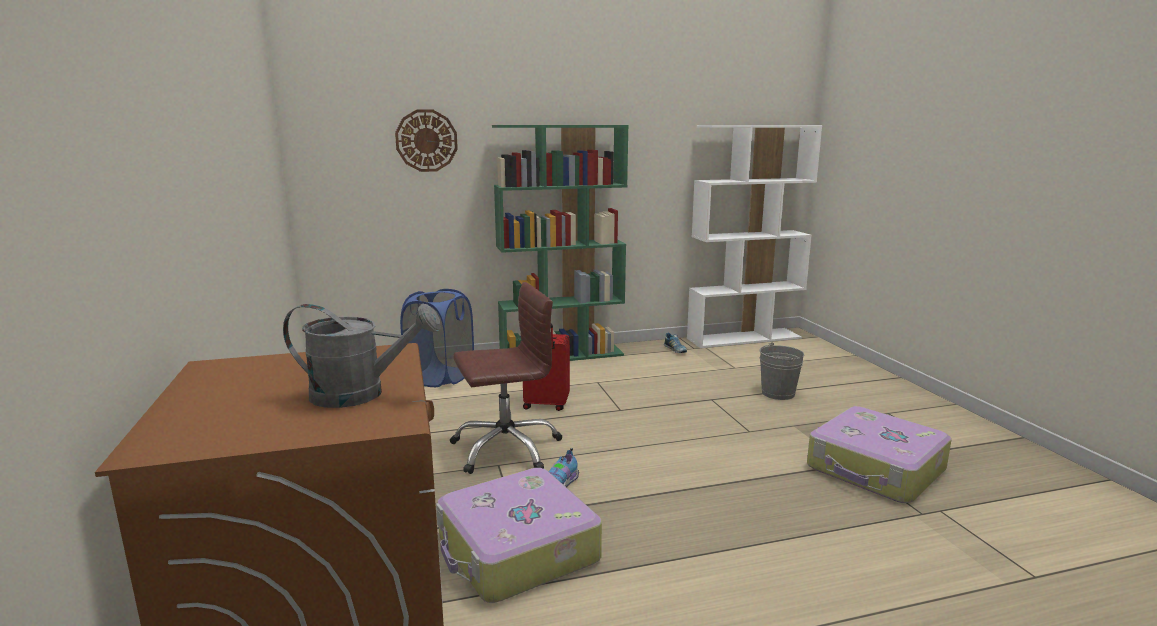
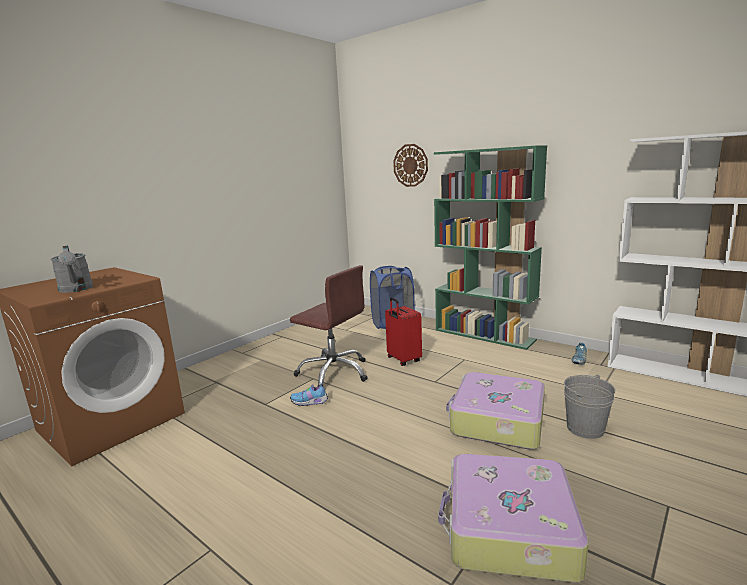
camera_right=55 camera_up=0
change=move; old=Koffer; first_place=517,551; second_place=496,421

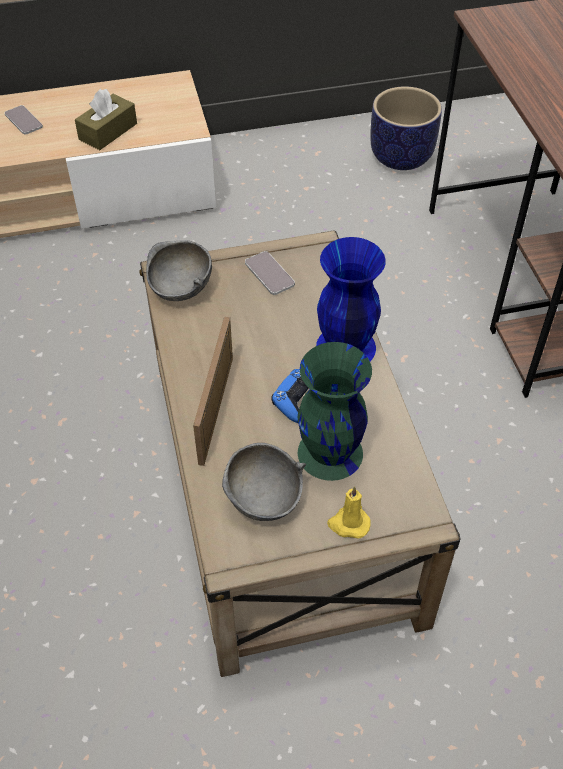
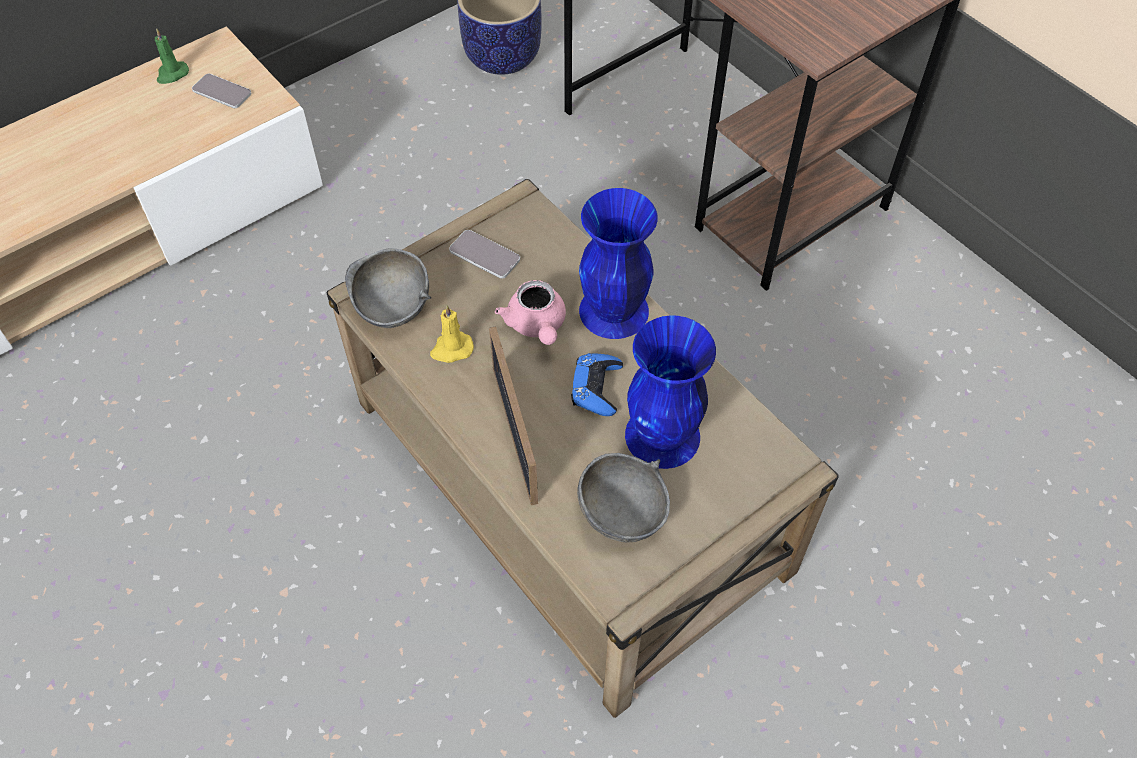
camera_right=-25 camera_up=5
change=move; old=Handy; first_place=23,121; second_place=222,92
change=delete; old=Taschentuchbox [braun]; first_place=108,131
change=recolor; old=Vase [grün]; new=Vase [blau]; first_place=329,453; second_place=662,437
change=move; old=Kerze [gelb]; first_place=348,524; second_place=451,349
change=insert; new=Kerze [grün]; second_place=172,74
change=insert; new=Teekanne [rosa]; second_place=536,326

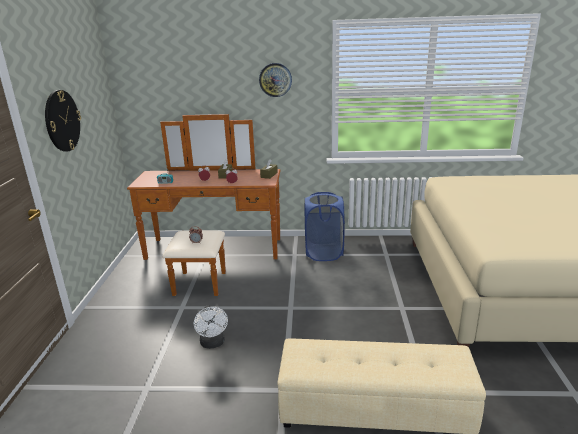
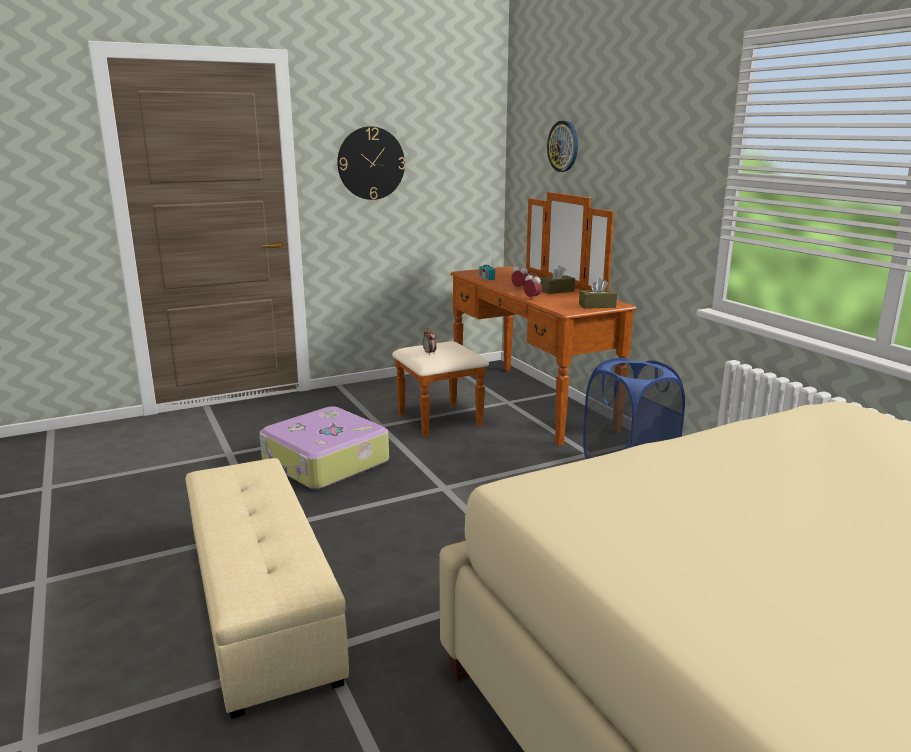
camera_right=60 camera_up=-5
change=replace; old=Ventilator [weiß]; new=Koffer; first_place=213,343; second_place=325,463
change=move; old=Wanduhr; first_place=275,80; second_place=563,146

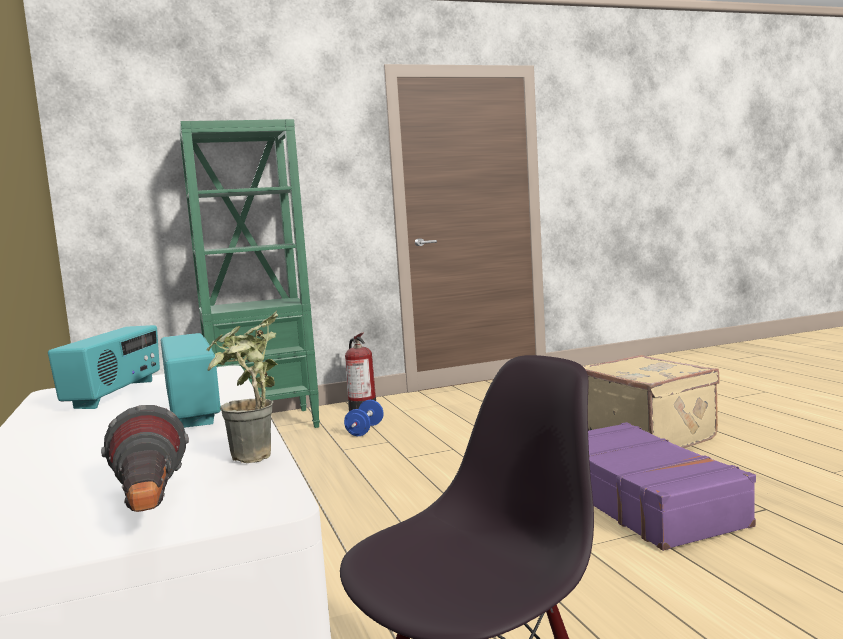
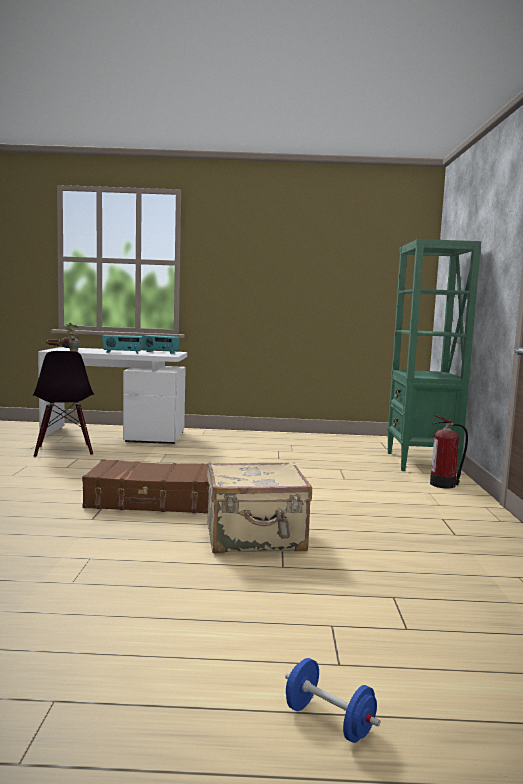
camera_right=110 camera_up=0
change=move; old=Hantel [blau]; first_place=365,430; second_place=329,721
change=recolor; old=Koffer [lila]; new=Koffer [braun]; first_place=643,501; second_place=152,501

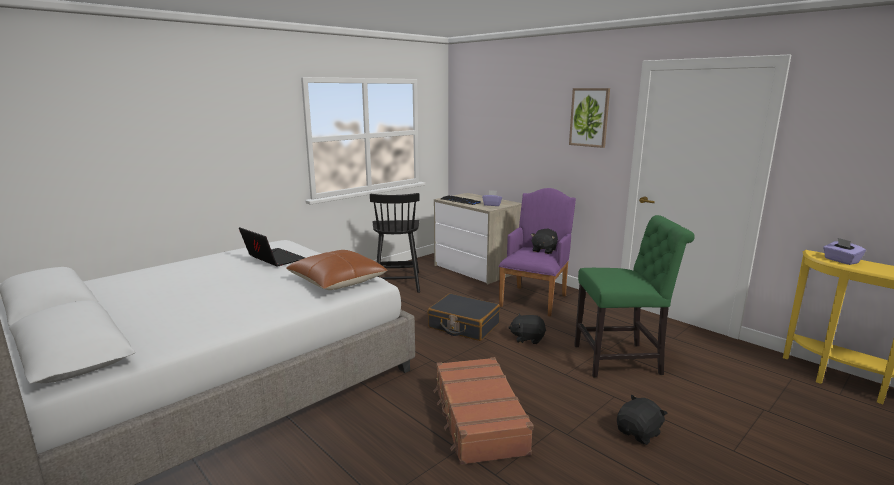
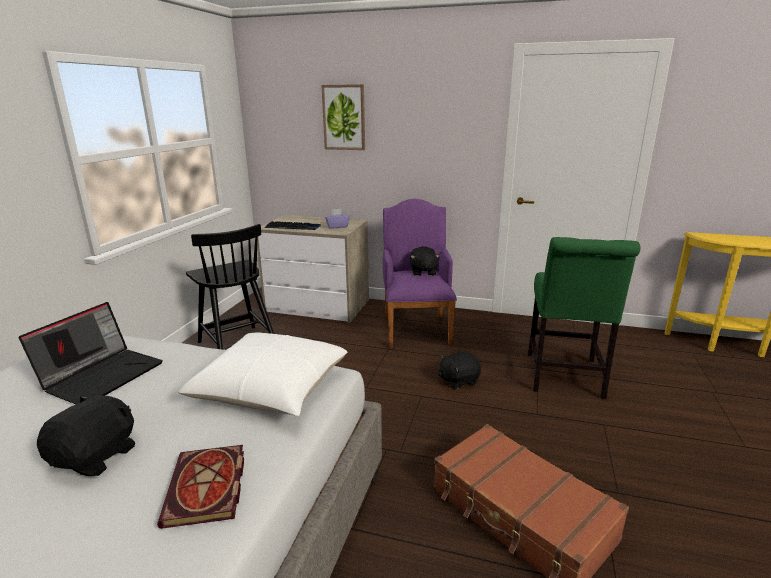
camera_right=-30 camera_up=5
change=rotate; old=Laptop; first_place=272,259; second_place=103,375; degrees=105
change=recolor; old=Kissen [braun]; new=Kissen [weiß]; first_place=337,281; second_place=271,389
change=delete; old=Koffer [schwarz]; first_place=463,326
change=move; old=Bild; first_place=589,117; second_place=344,117
change=rotate; old=Stuhl [grün]; first_place=621,360; second_place=564,378; degrees=135
change=move; old=Plüschtier [schwarz]; first_place=639,433; second_place=97,457
change=delete; old=Taschentuchbox [lila]; first_place=841,261
change=insert; new=Buch; second_place=208,489

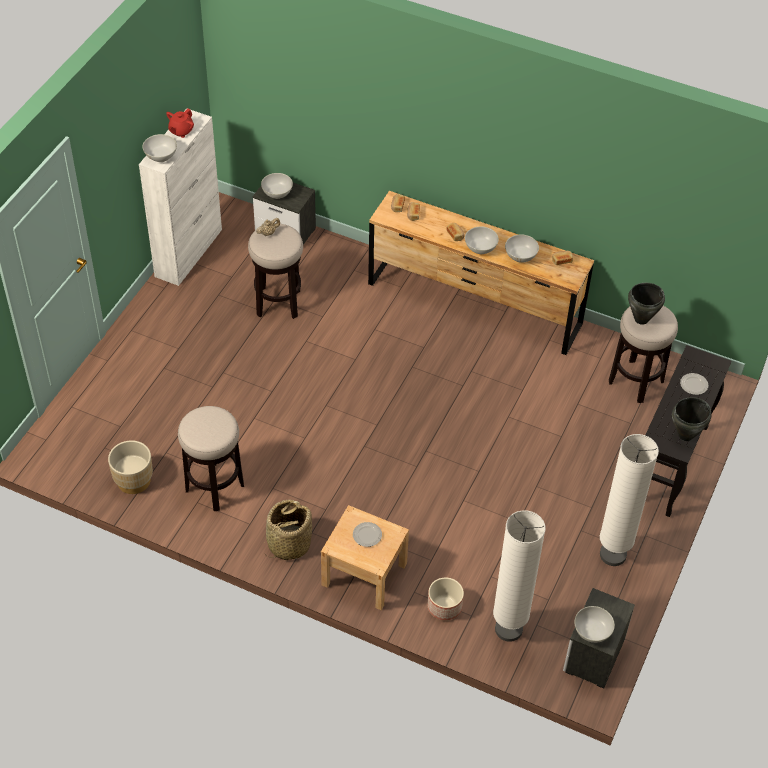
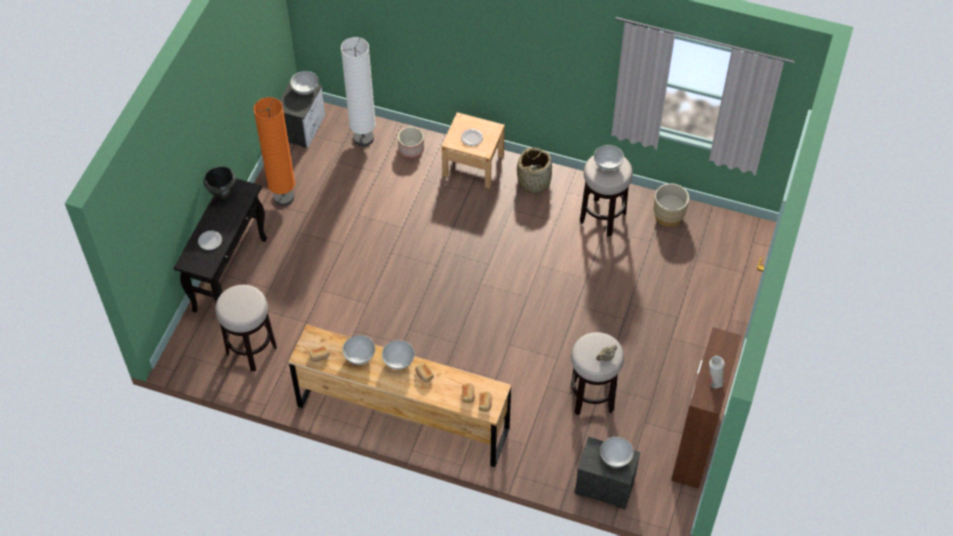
camera_right=175 camera_up=5
change=recolor; old=Schrank [weiß]; new=Schrank [braun]; first_place=189,252; second_place=695,447
change=move; old=Schüssel [weiß]; first_place=161,157; second_place=607,164
change=replace; old=Teekanne [rot]; new=Vase [weiß]; first_place=181,131; second_place=714,381
change=recolor; old=Stehlampe [weiß]; new=Stehlampe [orange]; first_place=613,555; second_place=283,197
change=delete; old=Kochtopf [schwarz]; first_place=641,319

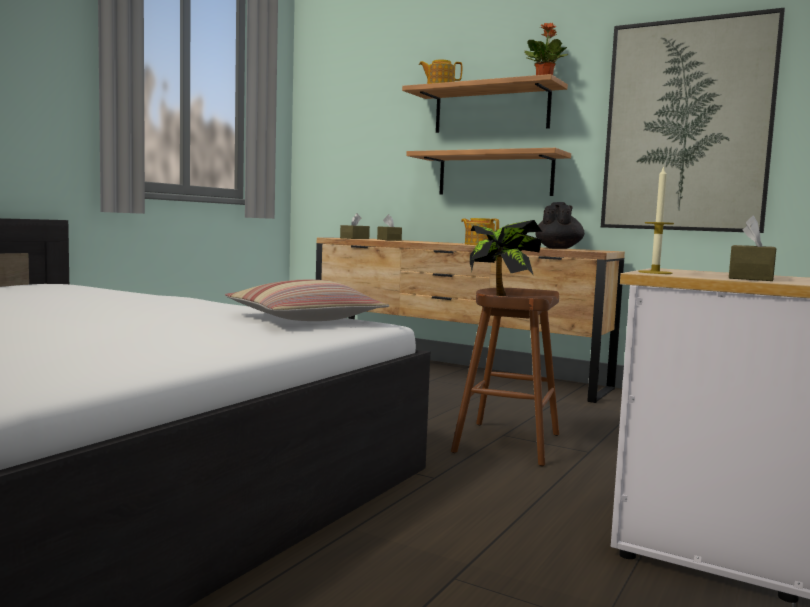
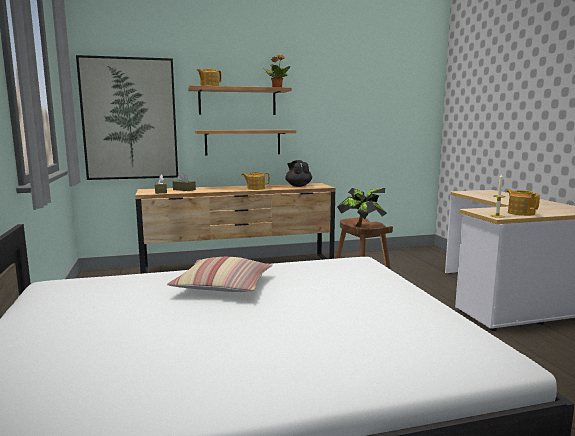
camera_right=-45 camera_up=5
change=move; old=Kissen; first_place=304,319; second_place=223,286
change=move; old=Bild; first_place=686,126; second_place=130,119
change=replace; old=Taschentuchbox [braun]; new=Teekanne; first_place=750,278; second_place=520,213

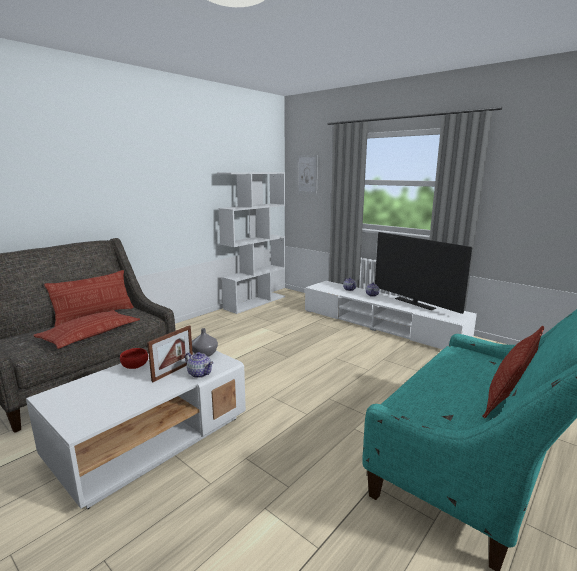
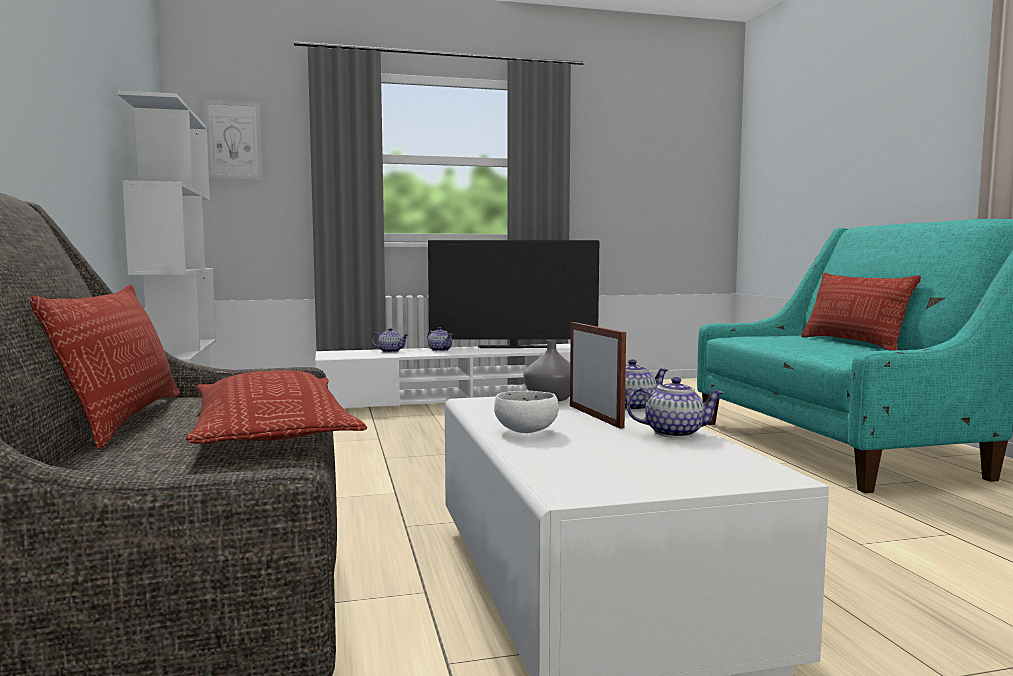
camera_right=-55 camera_up=-10
change=recolor; old=Schüssel [rot]; new=Schüssel [weiß]; first_place=135,366; second_place=525,431
change=insert; new=Teekanne; second_place=674,433

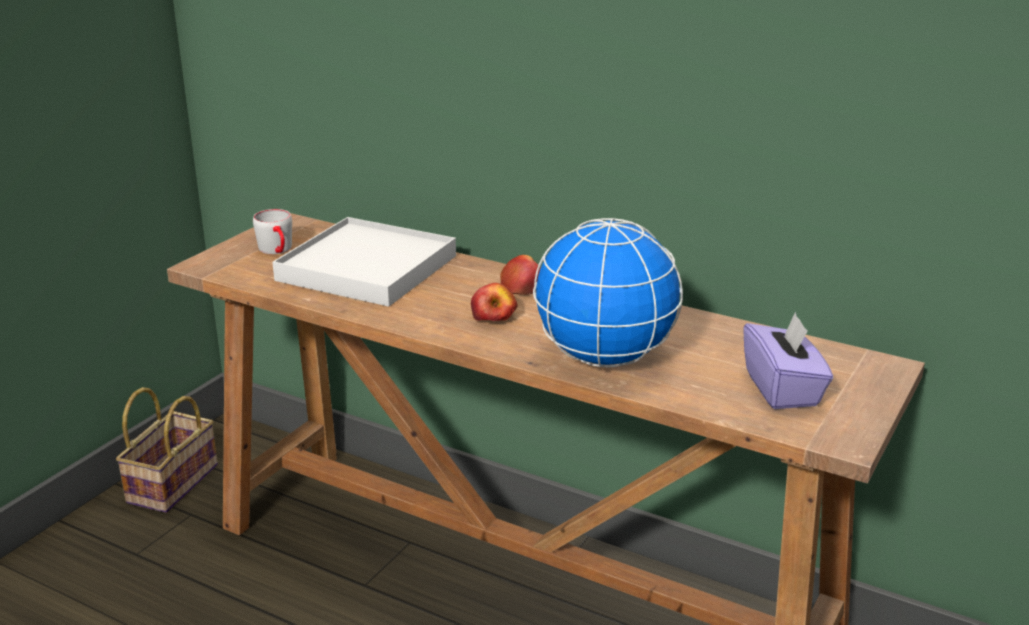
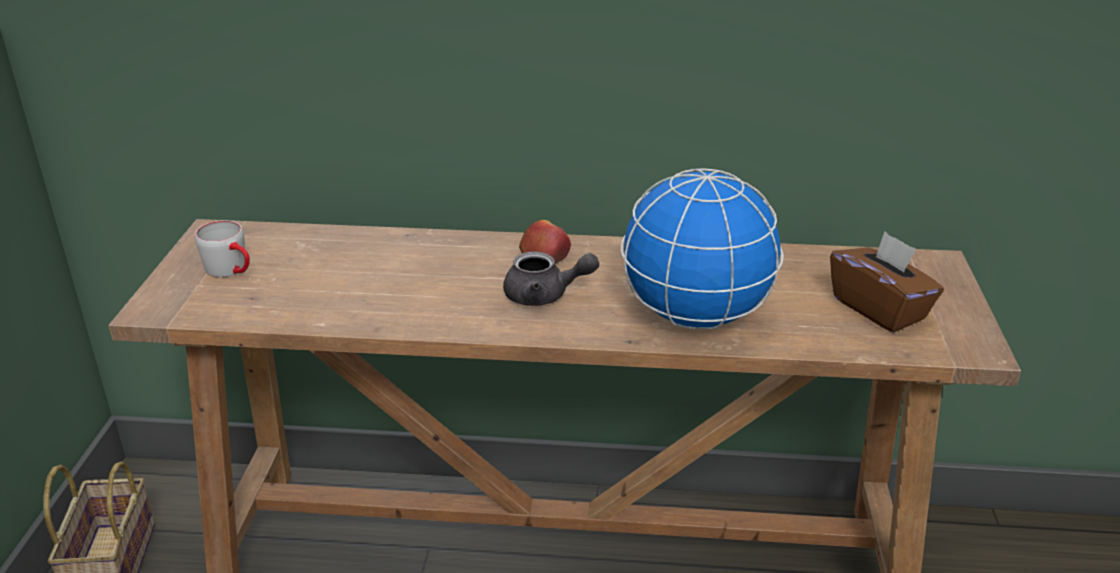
camera_right=-25 camera_up=5
change=delete; old=Tablett [weiß]; first_place=366,268
change=replace; old=Apfel; new=Teekanne [grau]; first_place=494,316; second_place=545,296
change=recolor; old=Taschentuchbox [lila]; new=Taschentuchbox [braun]; first_place=783,389; second_place=879,309

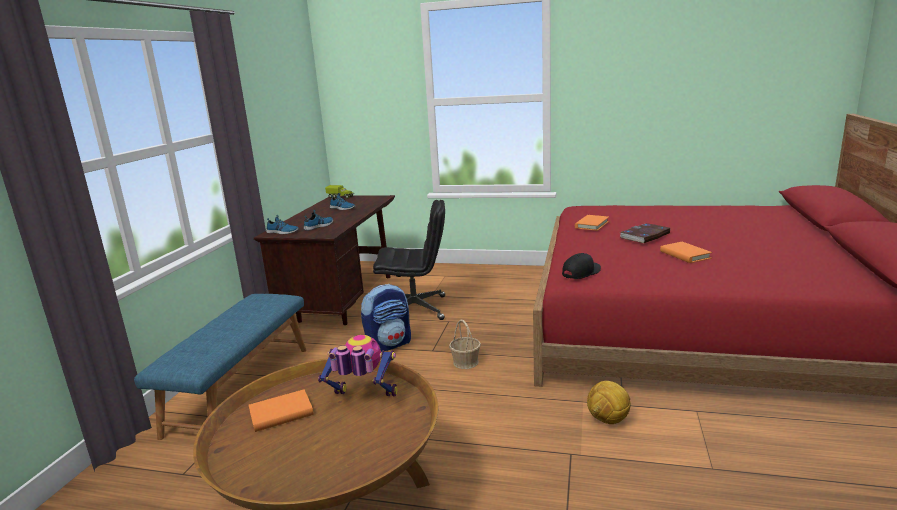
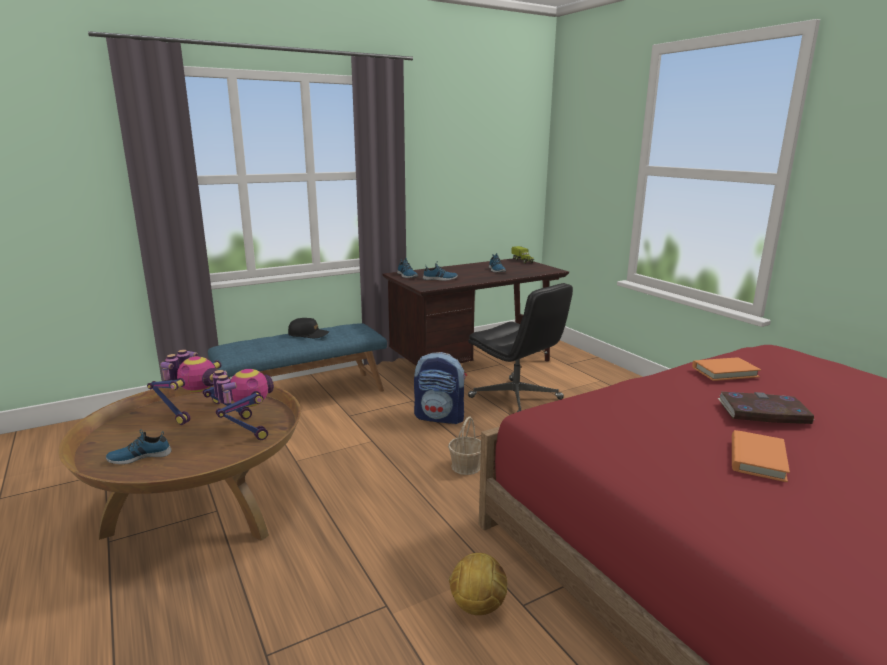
camera_right=45 camera_up=0
change=replace; old=Buch [orange]; new=Spielzeugroboter; first_place=281,414; second_place=196,411
change=move; old=Kappe [schwarz]; first_place=581,272; second_place=308,334
change=insert; new=Schuh; second_place=140,456

